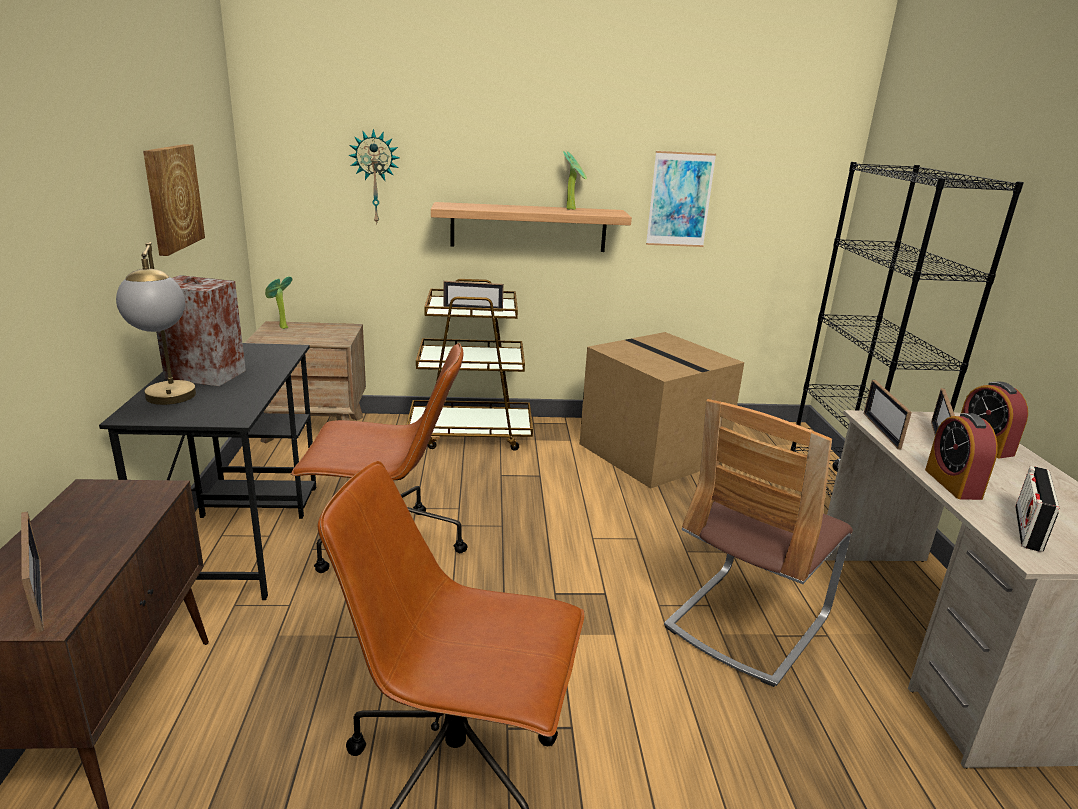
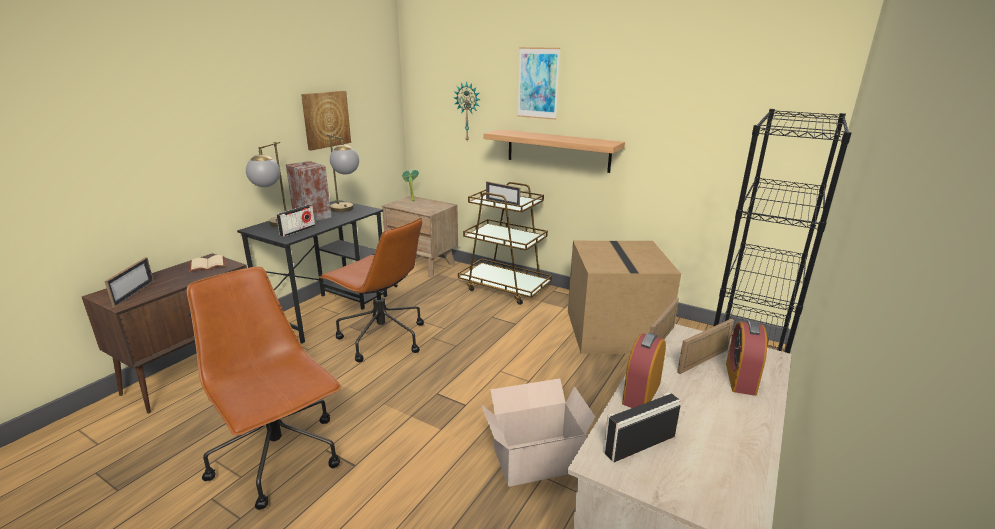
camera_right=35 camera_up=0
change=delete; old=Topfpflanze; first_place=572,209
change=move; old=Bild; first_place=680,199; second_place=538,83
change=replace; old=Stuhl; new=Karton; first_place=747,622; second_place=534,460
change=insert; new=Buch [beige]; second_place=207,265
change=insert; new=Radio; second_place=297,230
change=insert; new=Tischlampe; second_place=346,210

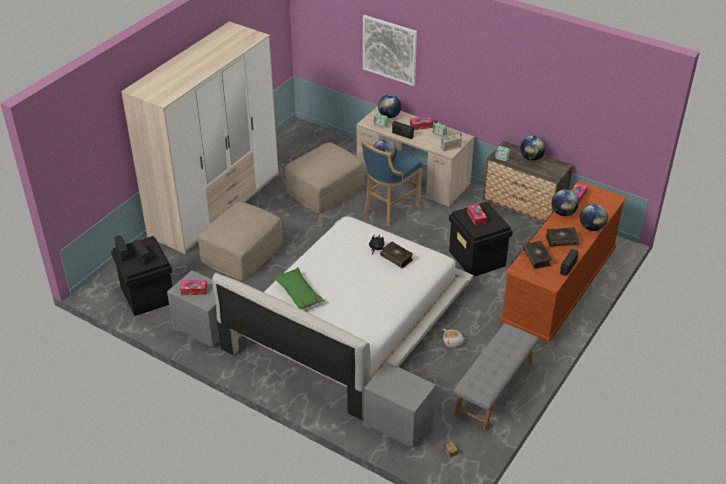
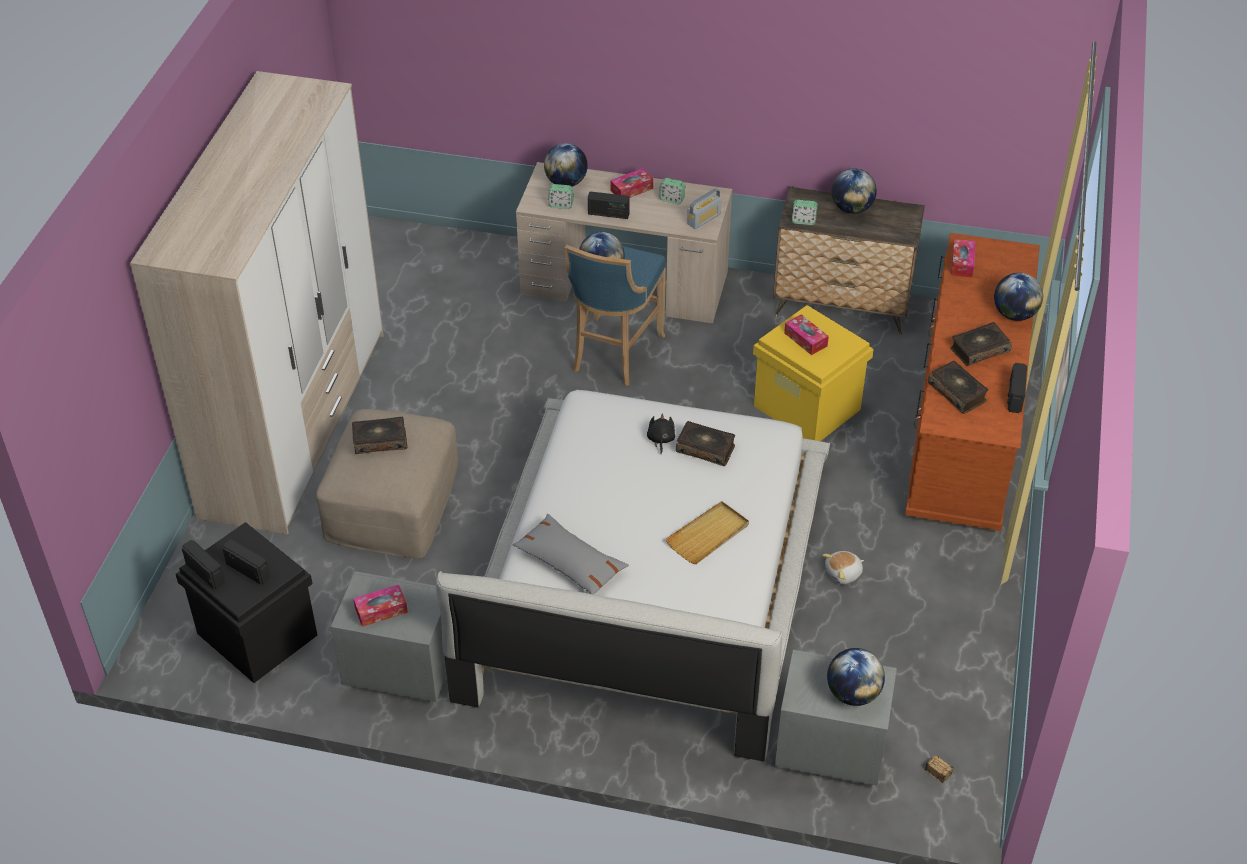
camera_right=-20 camera_up=5
change=recolor; old=Kissen [grün]; new=Kissen [grau]; first_place=298,293; second_place=570,563
change=delete; old=Polsterhocker [beige]; first_place=325,189
change=delete; old=Bild; first_place=389,50
change=recolor; old=Aufbewahrungsbox [schwarz]; new=Aufbewahrungsbox [gelb]; first_place=477,258; second_place=808,408
change=delete; old=Bank [grau]; first_place=494,389
change=move; old=Globus; first_place=563,213; second_place=853,693
change=insert; new=Buch; second_place=380,440
change=insert; new=Tablett [beige]; second_place=708,535

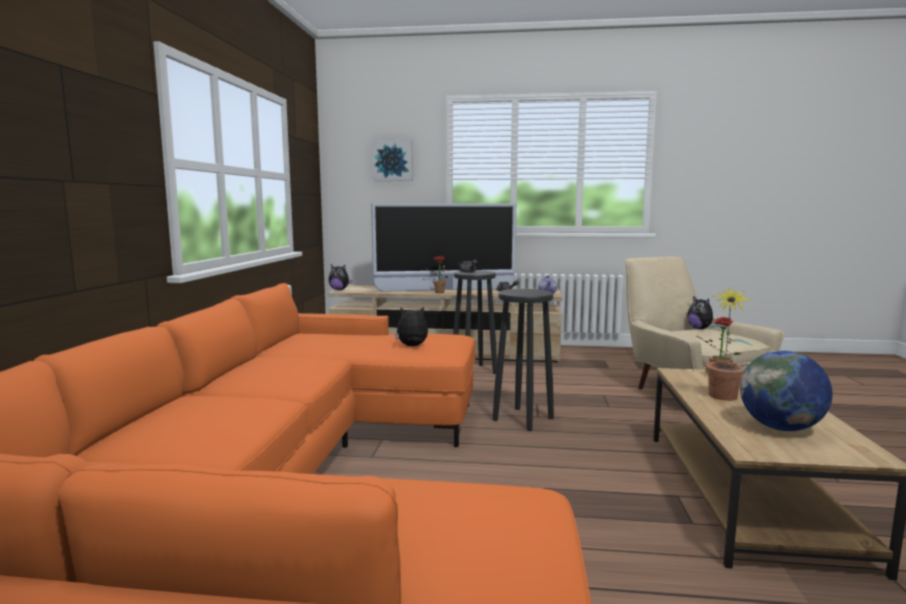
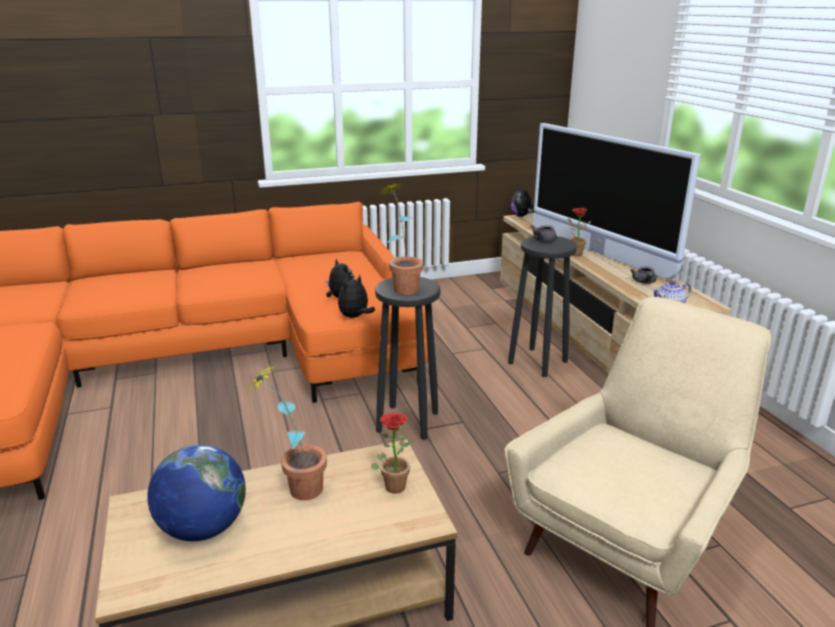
camera_right=65 camera_up=15
change=delete; old=Bild; first_place=393,160
change=move; old=Plüschtier; first_place=700,329; second_place=355,317
change=insert; new=Topfpflanze; second_place=402,287

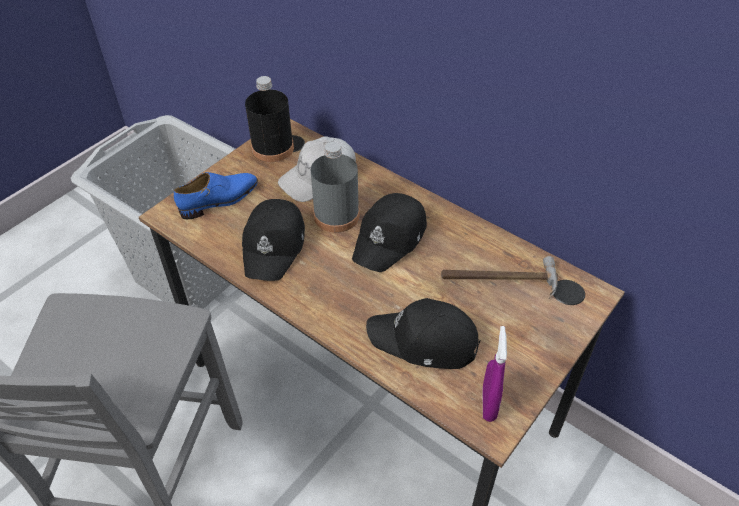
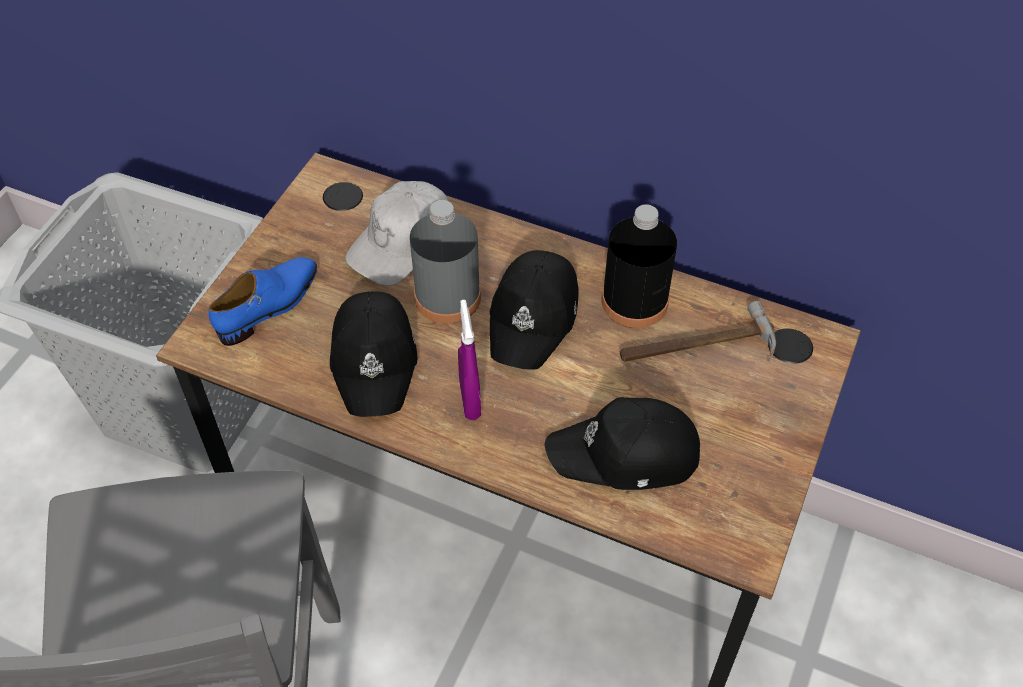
camera_right=-15 camera_up=5
change=move; old=Flasche [schwarz]; first_place=273,148; second_place=634,301
change=move; old=Sprühflasche [lila]; first_place=488,404; second_place=470,400

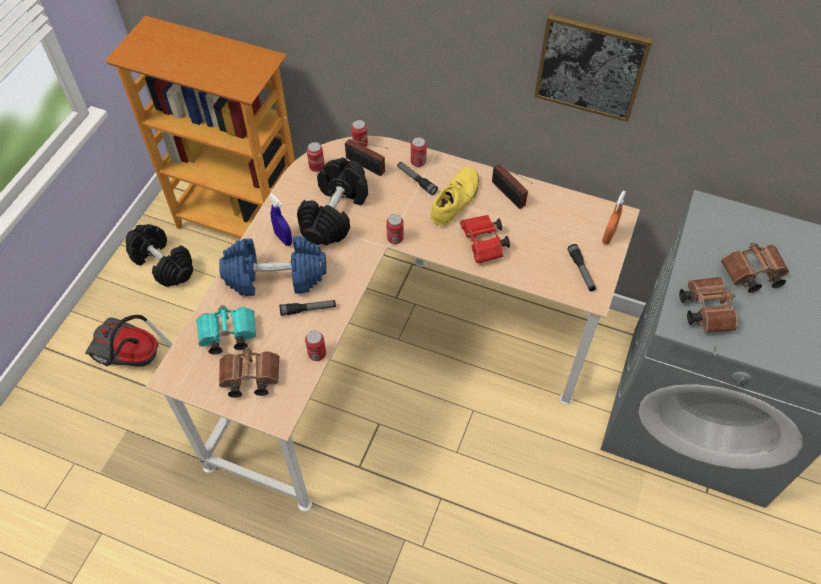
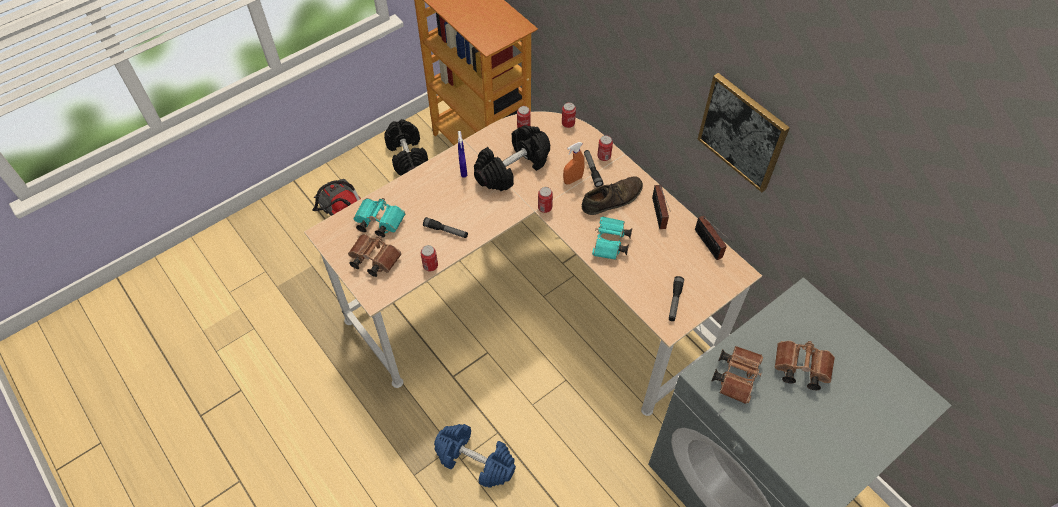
camera_right=30 camera_up=0
change=move; old=Hantel [blau]; first_place=276,277; second_place=476,460
change=move; old=Radio; first_place=367,166; second_place=709,245
change=recolor; old=Schuh [gelb]; new=Schuh [braun]; first_place=455,200; second_place=612,199
change=recolor; old=Fernglas [rot]; new=Fernglas [türkis]; first_place=484,245; second_place=610,244
change=move; old=Sprühflasche [orange]; first_place=608,236; second_place=573,179

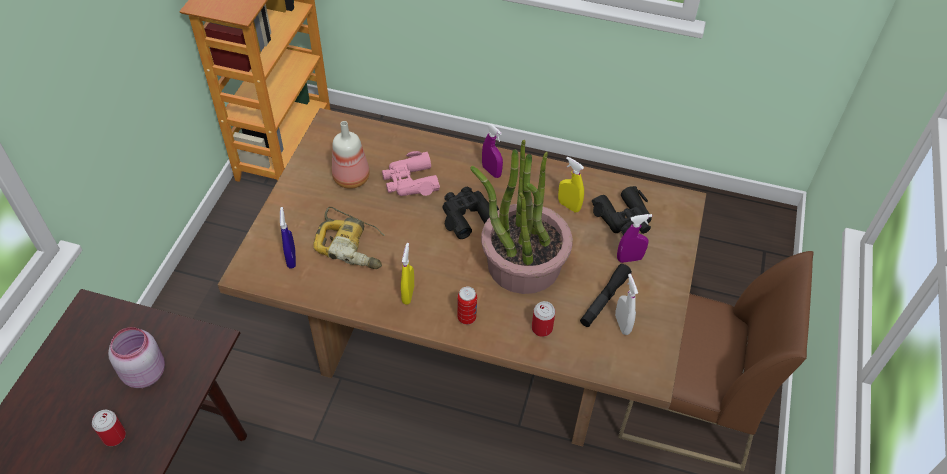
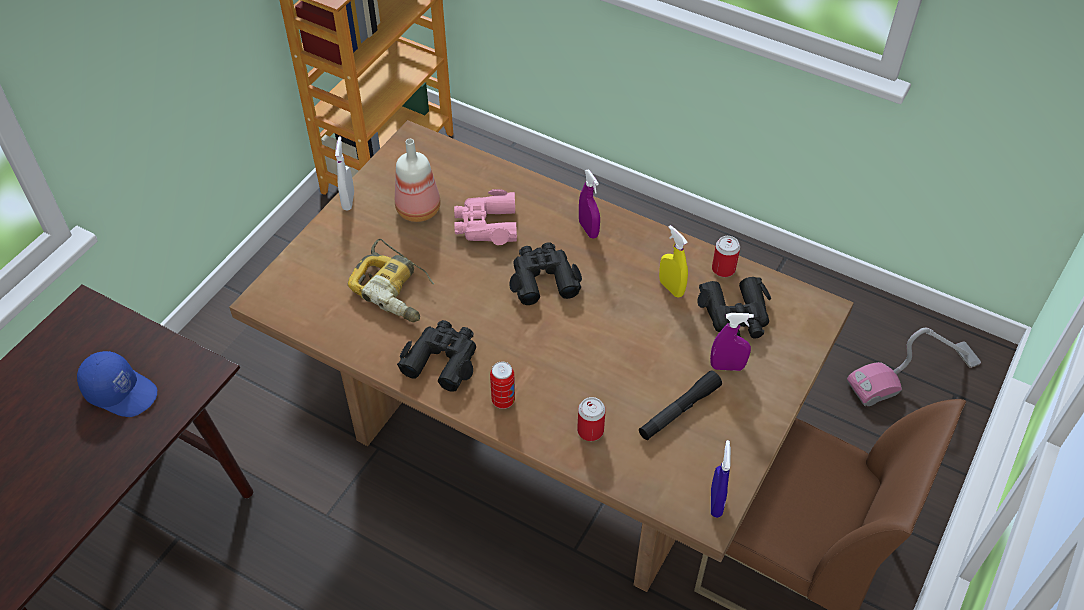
camera_right=15 camera_up=0
change=move; old=Dose; first_place=114,436; second_place=723,269
change=replace; old=Vorratsglas [rosa]; new=Kappe [blau]; first_place=144,372; second_place=121,391
change=move; old=Sprühflasche [blau]; first_place=291,259; second_place=716,502
change=replace; old=Sprühflasche [gelb]; new=Fernglas [schwarz]; first_place=408,294; second_place=442,359
change=delete; old=Topfpflanze; first_place=523,264
change=move; old=Sprühflasche [weiß]; first_place=622,324; second_place=348,201
change=insert; new=Staubsauger; second_place=913,375

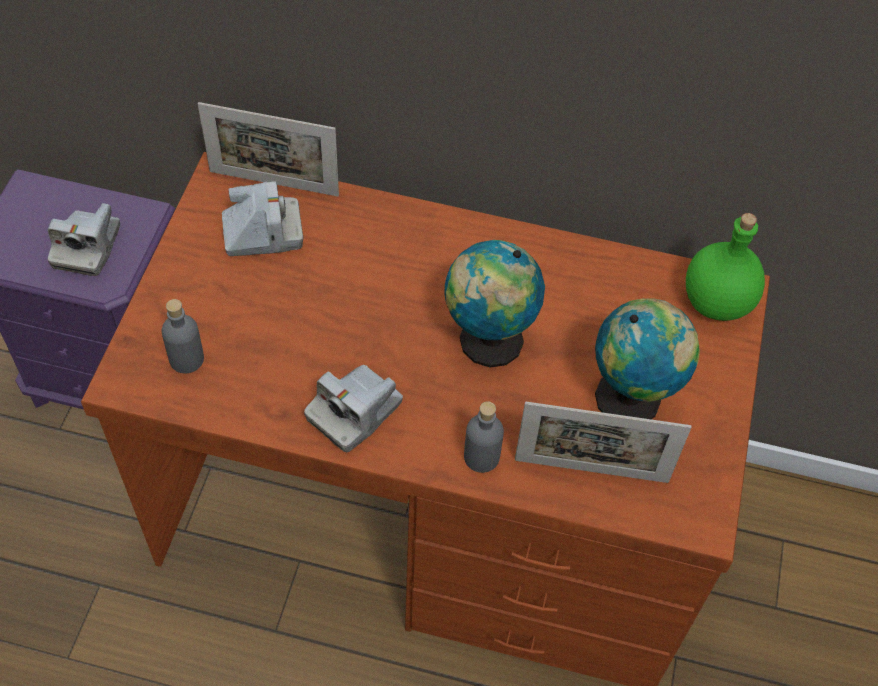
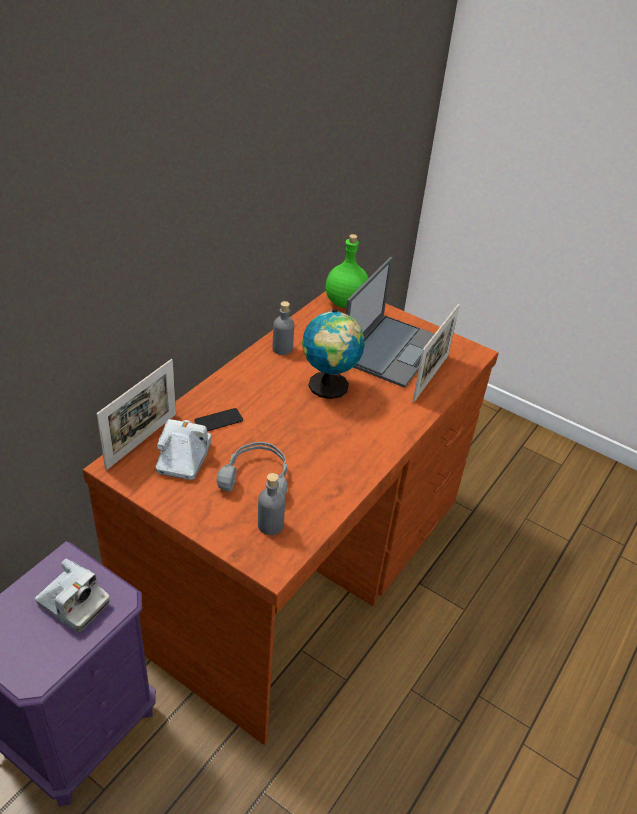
camera_right=-70 camera_up=-15
change=delete; old=Kamera; first_place=354,412
change=move; old=Flasche [grau]; first_place=481,457; second_place=282,349
change=replace; old=Globus; new=Laptop; first_place=632,398; second_place=392,349
change=insert; new=Handy; second_place=219,421
change=insert; new=Kopfhörer [grau]; second_place=256,477

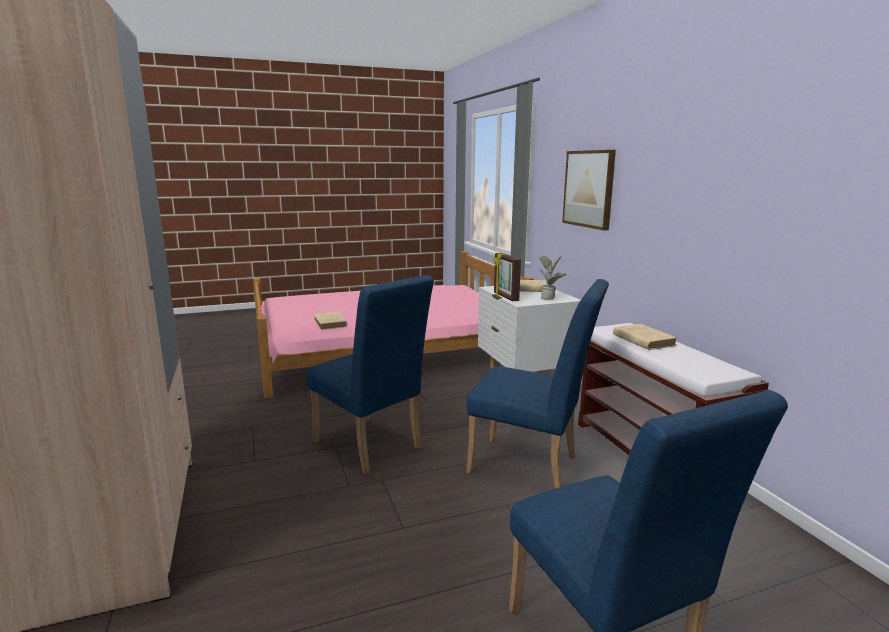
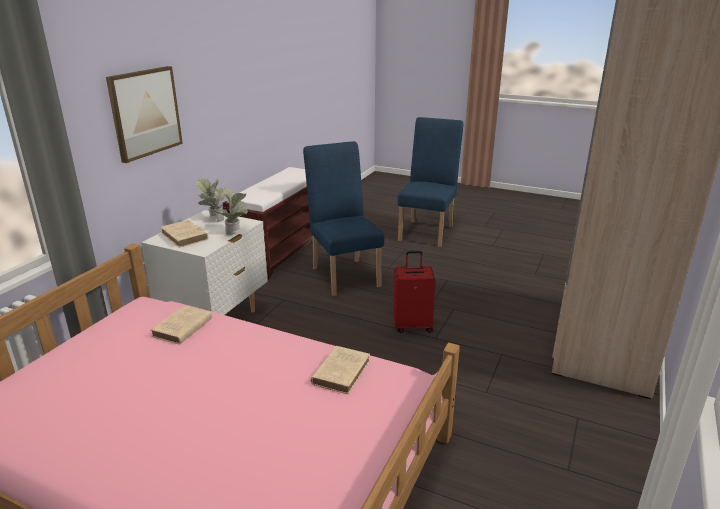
camera_right=-135 camera_up=10
change=replace; old=Stuhl [blau]; new=Koffer [rot]; first_place=371,447; second_place=412,325
change=replace; old=Bilderrahmen; new=Topfpflanze; first_place=505,297; second_place=236,233
change=move; old=Buch [beige]; first_place=642,340; second_place=181,328

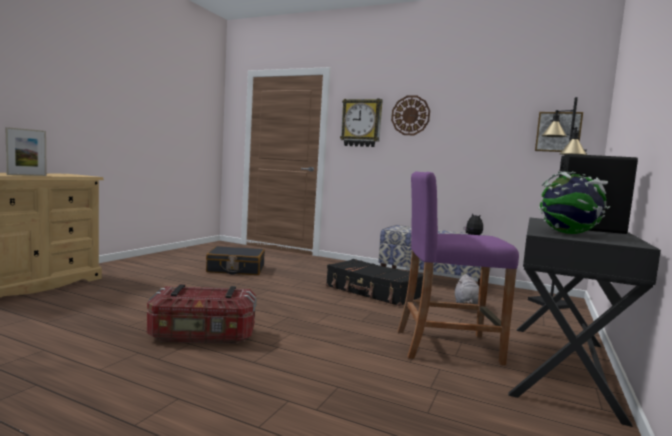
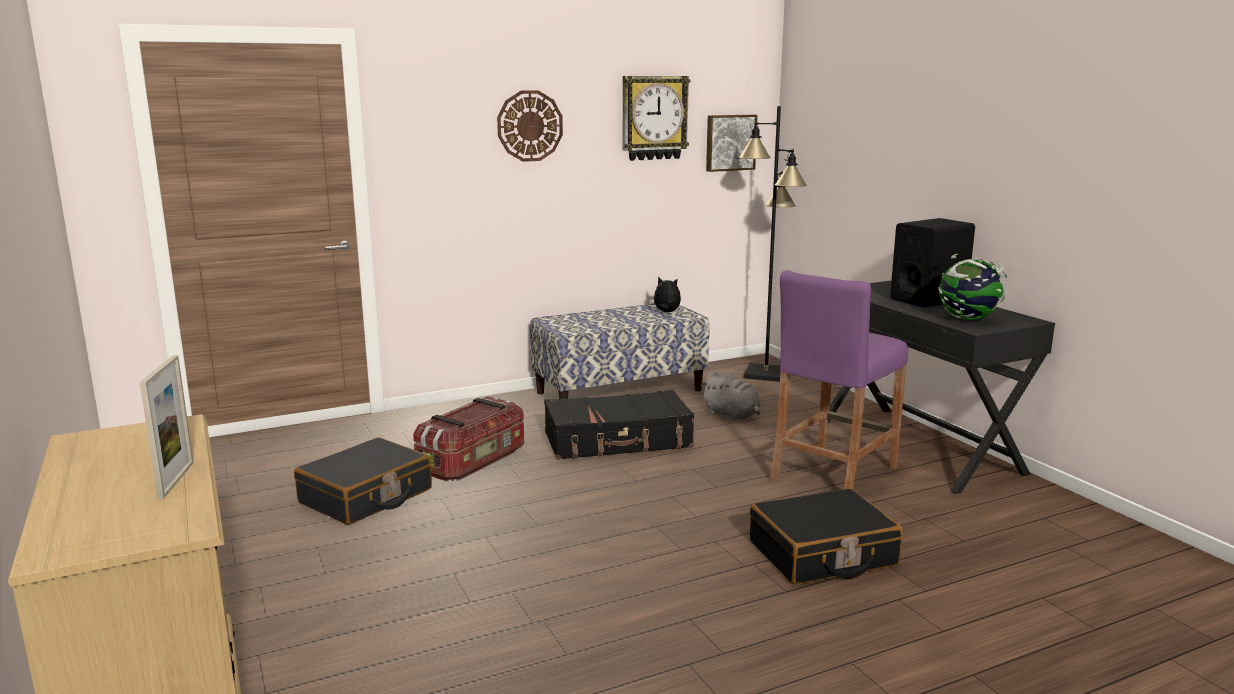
camera_right=-50 camera_up=10
change=move; old=Aufbewahrungsbox; first_place=202,336; second_place=474,461
change=move; old=Wanduhr; first_place=361,123; second_place=654,118
change=insert; new=Koffer [schwarz]; second_place=822,554

